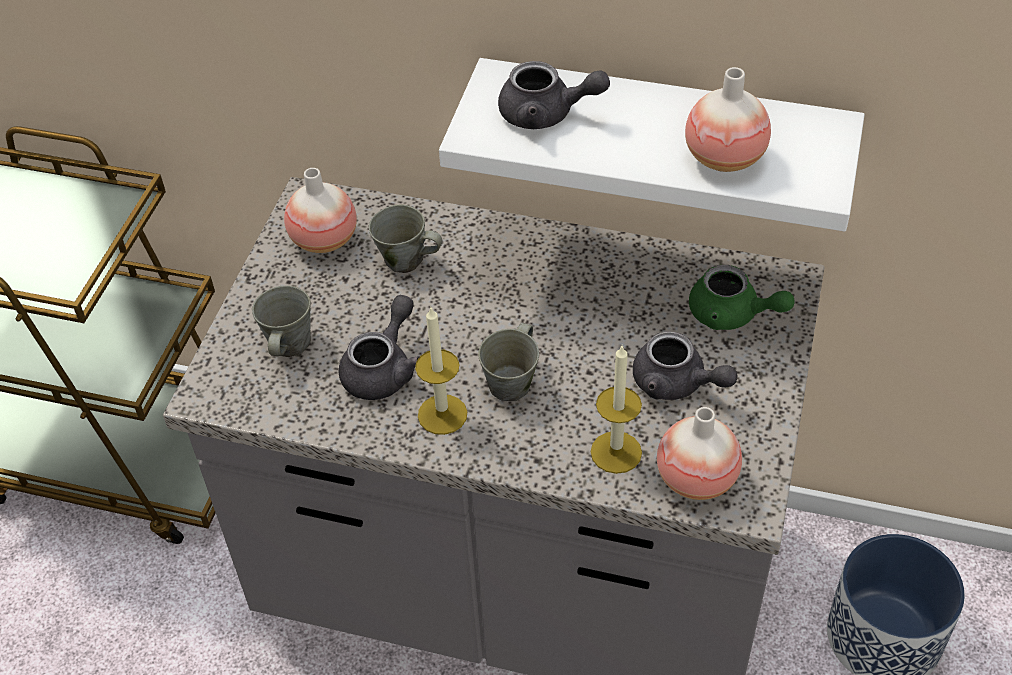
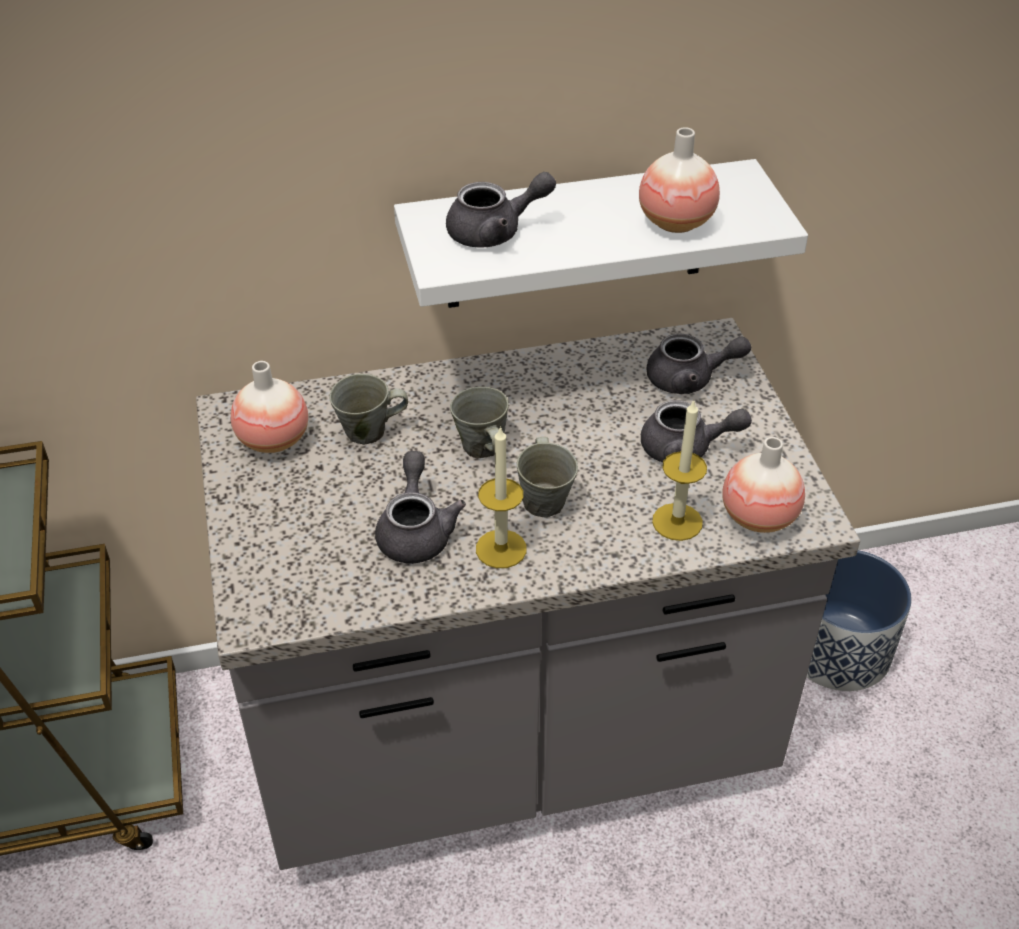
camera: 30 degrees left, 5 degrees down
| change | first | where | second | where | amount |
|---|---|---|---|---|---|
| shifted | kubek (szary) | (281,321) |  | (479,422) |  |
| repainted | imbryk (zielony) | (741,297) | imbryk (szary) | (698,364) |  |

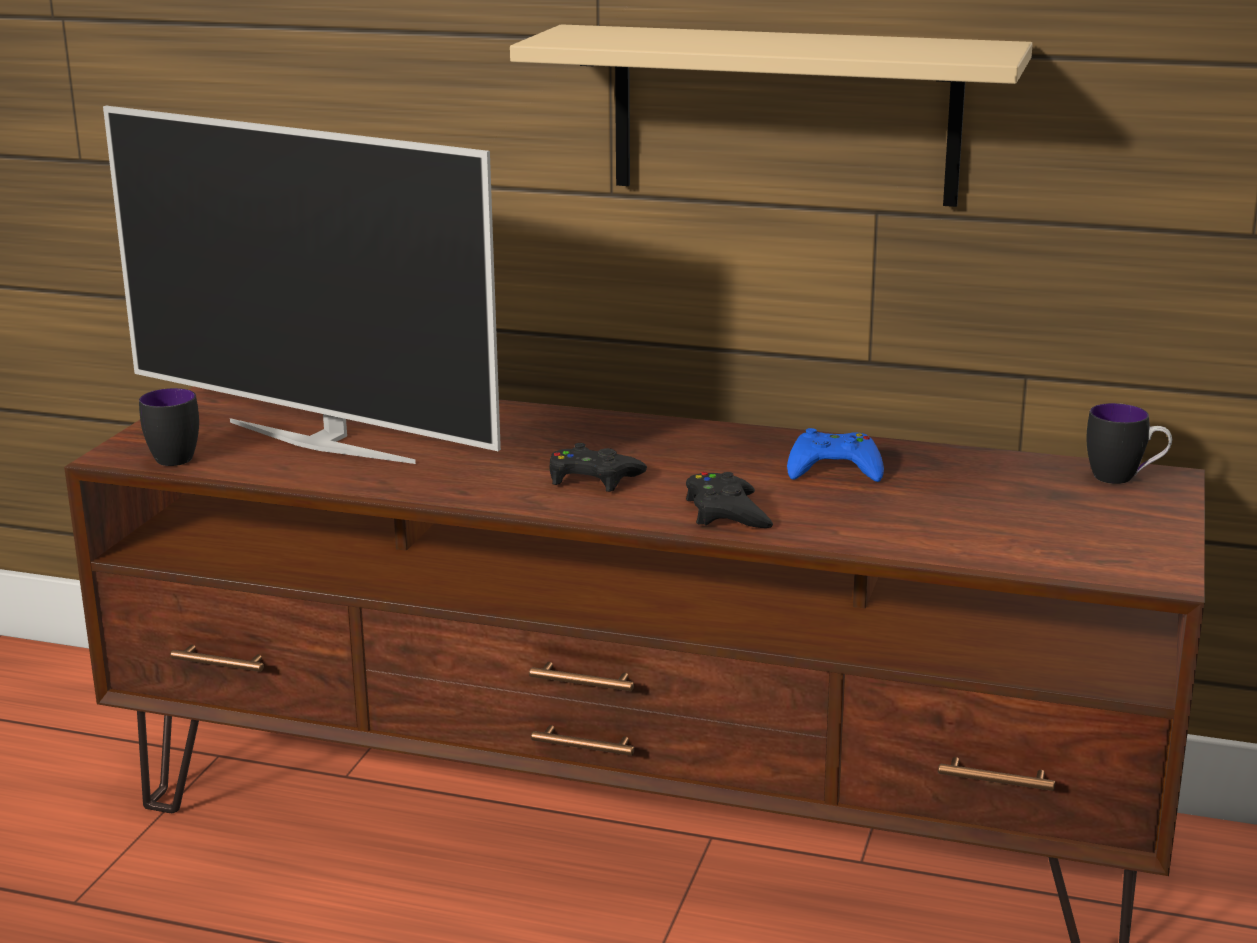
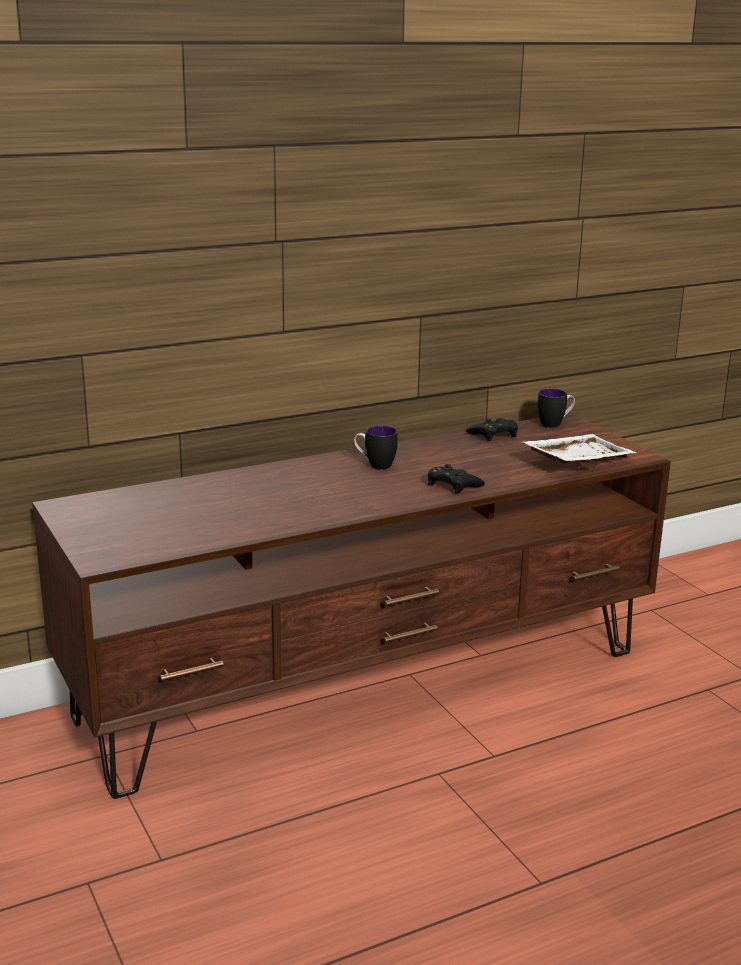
camera: 45 degrees left, 0 degrees up
| change | first | where | second | where | amount |
|---|---|---|---|---|---|
| gone | telewizor | (302,285) |  |  |  |
| gone | półka (beżowy) | (771,115) |  |  |  |
| gone | pad do gier (niebieski) | (835,455) |  |  |  |
| new |  |  | taca (biały) | (579,451) |  |
| shifted | kubek | (169,427) |  | (376,448) |  |
| shifted | pad do gier (czarny) | (598,467) |  | (492,429) |  |

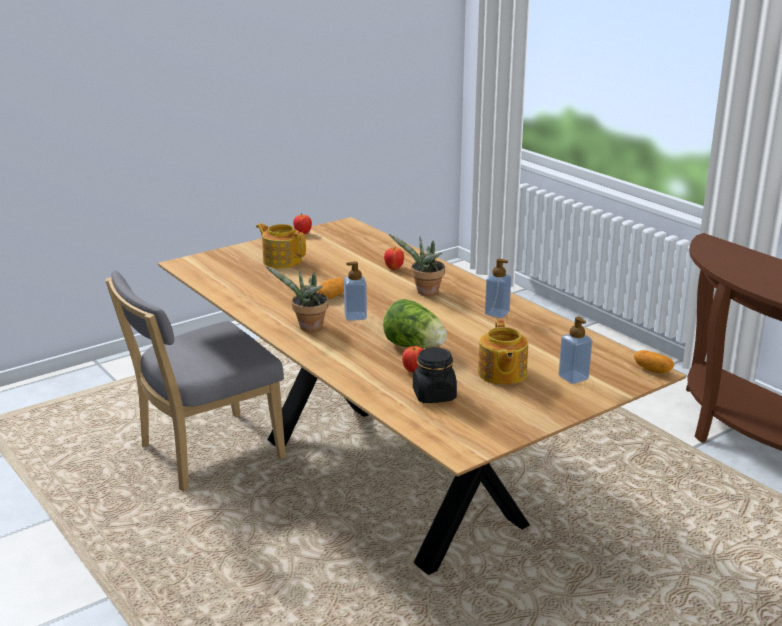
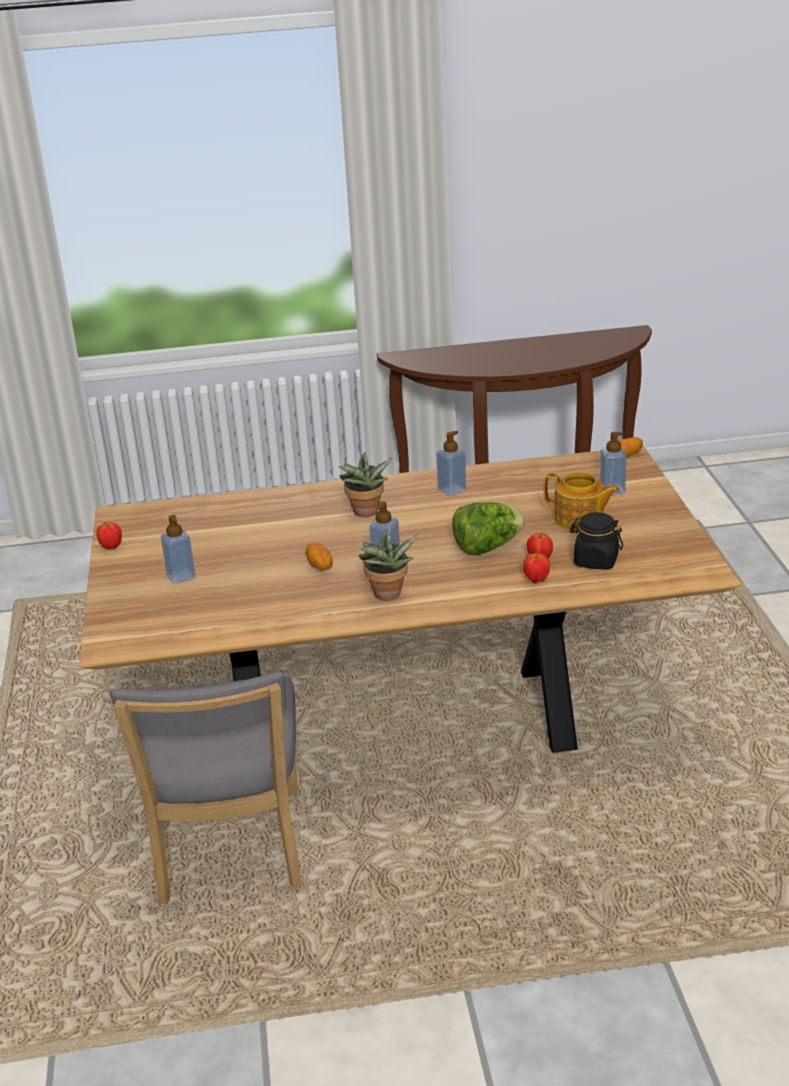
camera: 60 degrees left, 5 degrees up
| change | first | where | second | where | amount |
|---|---|---|---|---|---|
| shifted | jabłko | (394,258) |  | (536,567) |  |
| swapped | imbryk | (281,245) | dozownik mydła | (178,549) |  |

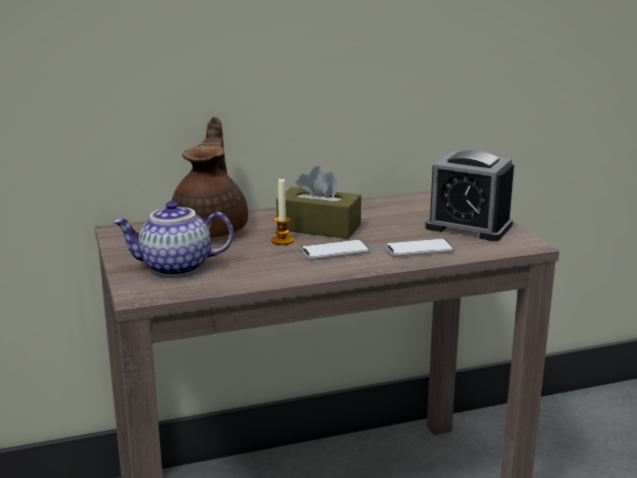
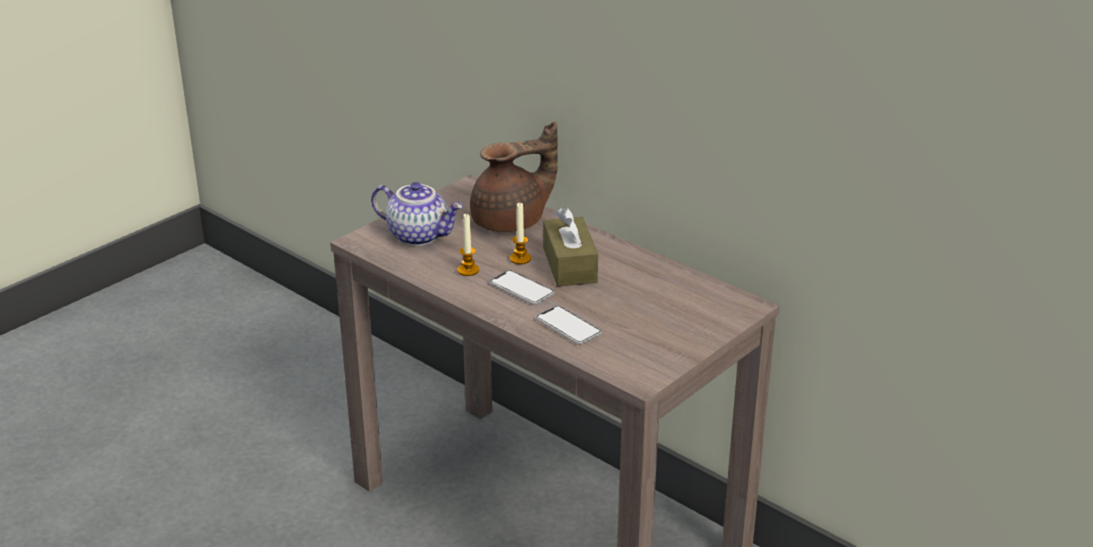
camera: 60 degrees right, 10 degrees up
| change | first | where | second | where | amount |
|---|---|---|---|---|---|
| gone | budzik | (469,195) |  |  |  |
| new |  |  | świeca | (468,244) |  |
| rotated | imbryk | (173,239) |  | (417,214) | 150 degrees clockwise |

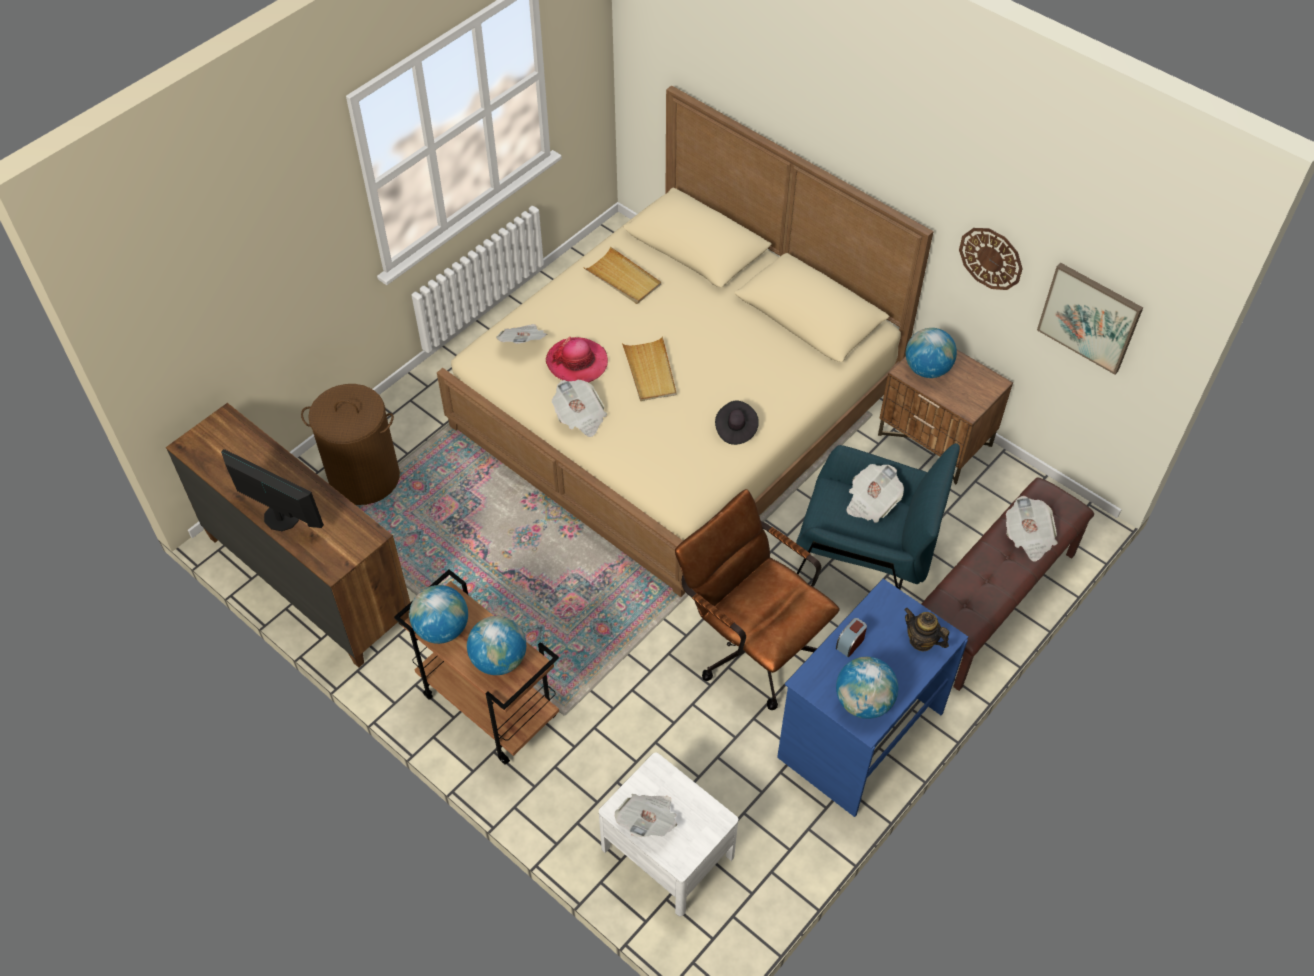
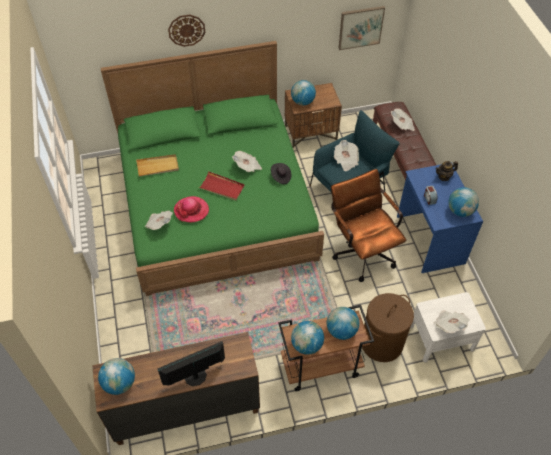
camera: 55 degrees left, 0 degrees up
| change | first | where | second | where | amount |
|---|---|---|---|---|---|
| new |  |  | globus | (116,376) |  |
| shifted | kosz na pranie (brązowy) | (350,444) |  | (388,327) |  |
| shifted | gazeta | (579,408) |  | (247,161) |  |
| shifted | zegar ścienny | (991,259) |  | (186,31) |  |
| repainted | łóżko (beżowy) | (685,341) | łóżko (zielony) | (212,168) |  |
| repainted | taca (beżowy) | (649,368) | taca (czerwony) | (221,186) |  |
| rotated | krzesło biurowe (brązowy) | (757,599) |  | (368,225) | 75 degrees clockwise |

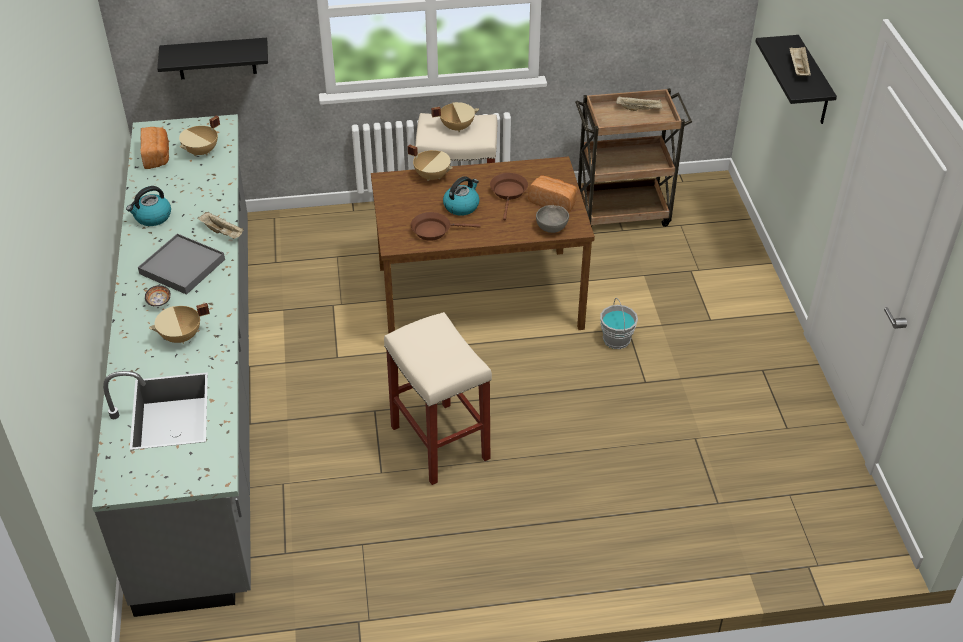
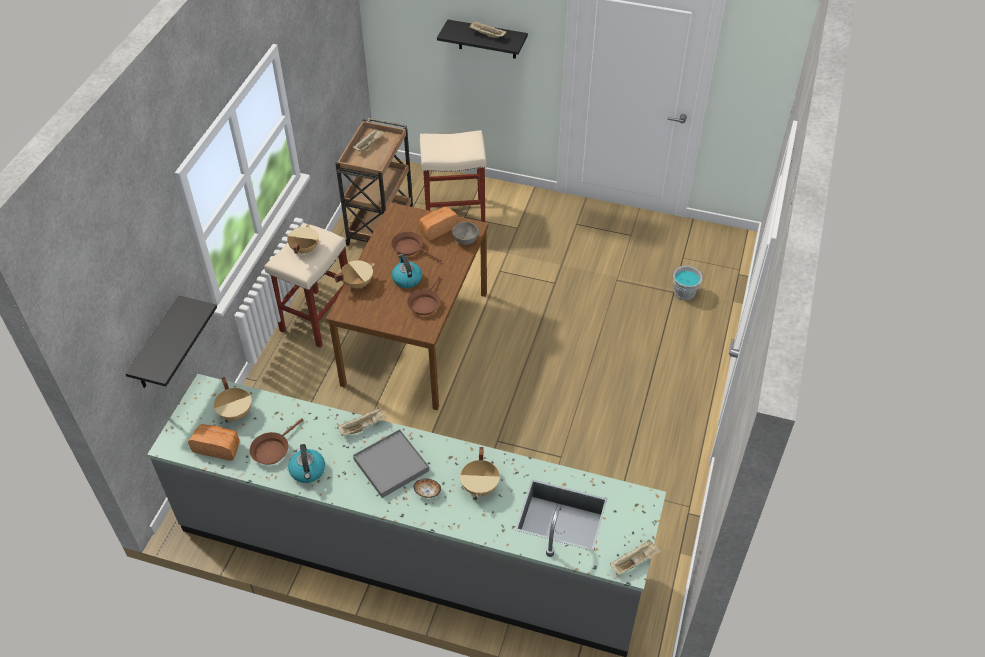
camera: 65 degrees left, 5 degrees up
| change | first | where | second | where | amount |
|---|---|---|---|---|---|
| new |  |  | patelnia (brązowy) | (277,441) |  |
| new |  |  | taca (beżowy) | (635,557) |  |
| shifted | stołek (beżowy) | (438,398) |  | (453,176) |  |
| shifted | wiadro (szary) | (619,323) |  | (688,282) |  |

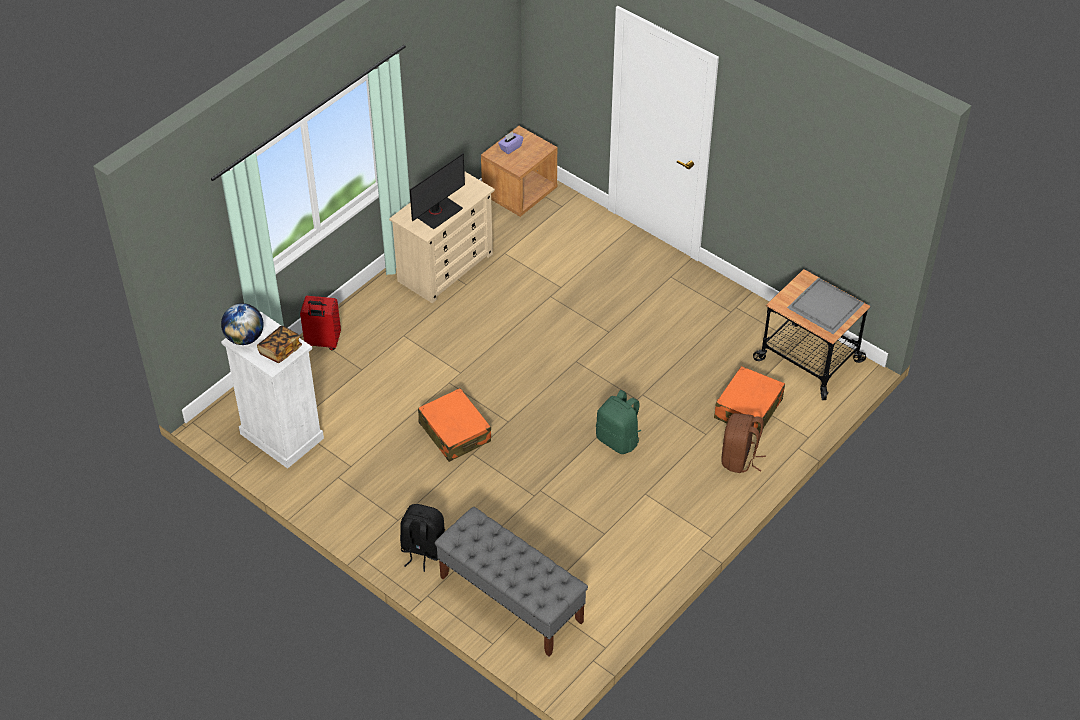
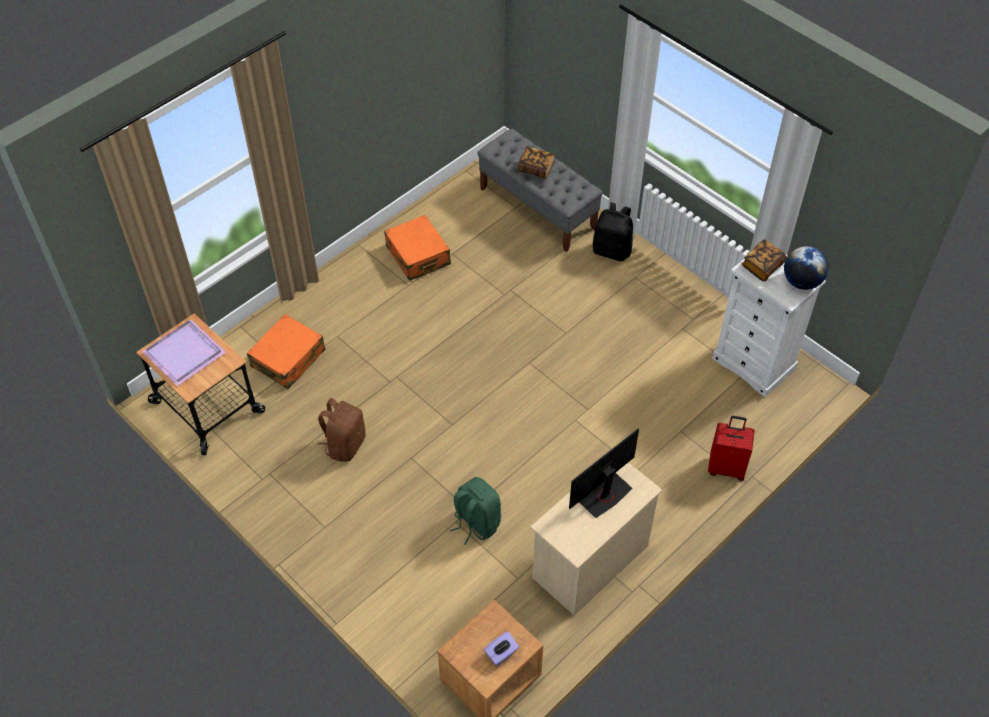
camera: 175 degrees left, 5 degrees up
| change | first | where | second | where | amount |
|---|---|---|---|---|---|
| new |  |  | książka | (536,162) |  |
| shifted | walizka (pomarańczowy) | (454,425) |  | (417,248) |  |
| shifted | plecak (zielony) | (618,422) |  | (475,511) |  |
| shifted | plecak (brązowy) | (743,443) |  | (342,430) |  |
| repainted | taca (szary) | (825,305) | taca (fioletowy) | (184,352) |  |

